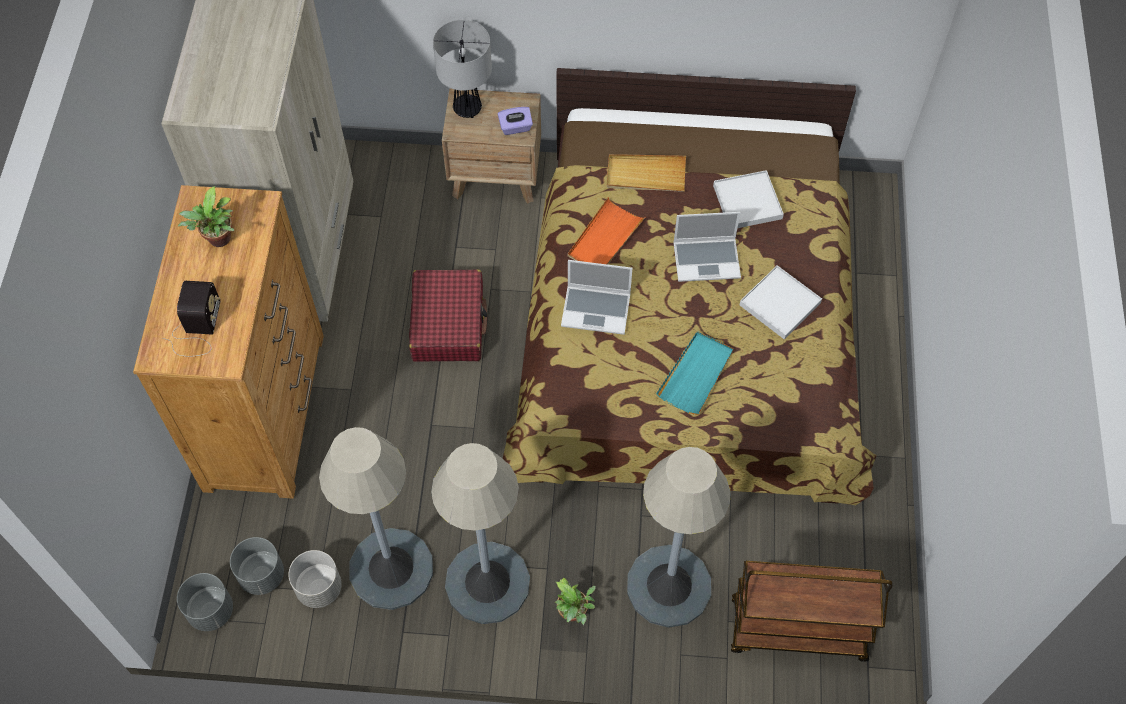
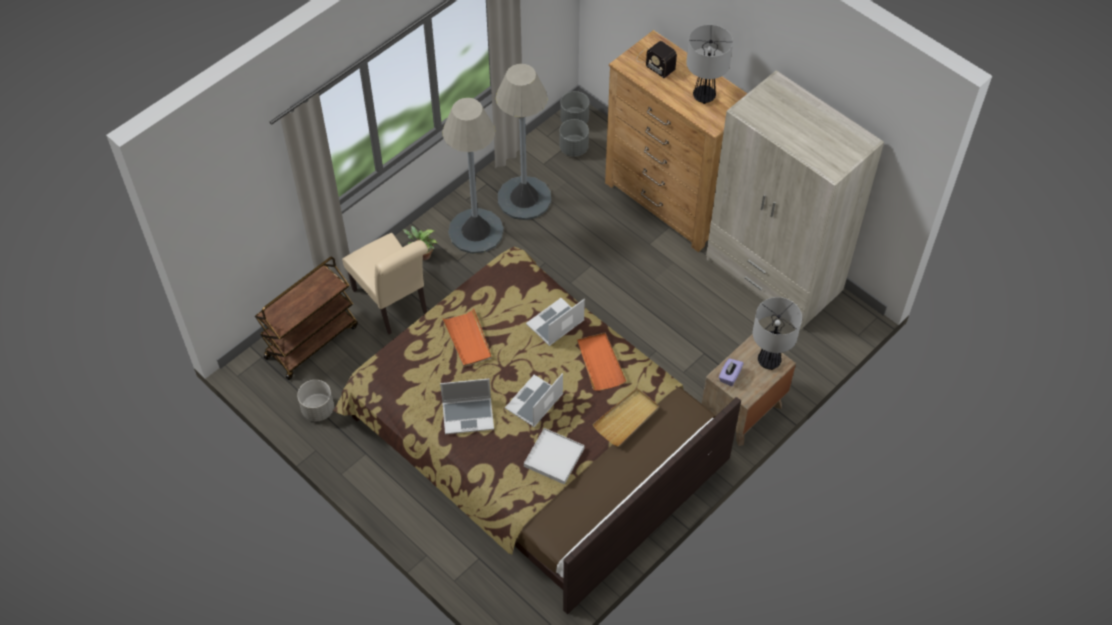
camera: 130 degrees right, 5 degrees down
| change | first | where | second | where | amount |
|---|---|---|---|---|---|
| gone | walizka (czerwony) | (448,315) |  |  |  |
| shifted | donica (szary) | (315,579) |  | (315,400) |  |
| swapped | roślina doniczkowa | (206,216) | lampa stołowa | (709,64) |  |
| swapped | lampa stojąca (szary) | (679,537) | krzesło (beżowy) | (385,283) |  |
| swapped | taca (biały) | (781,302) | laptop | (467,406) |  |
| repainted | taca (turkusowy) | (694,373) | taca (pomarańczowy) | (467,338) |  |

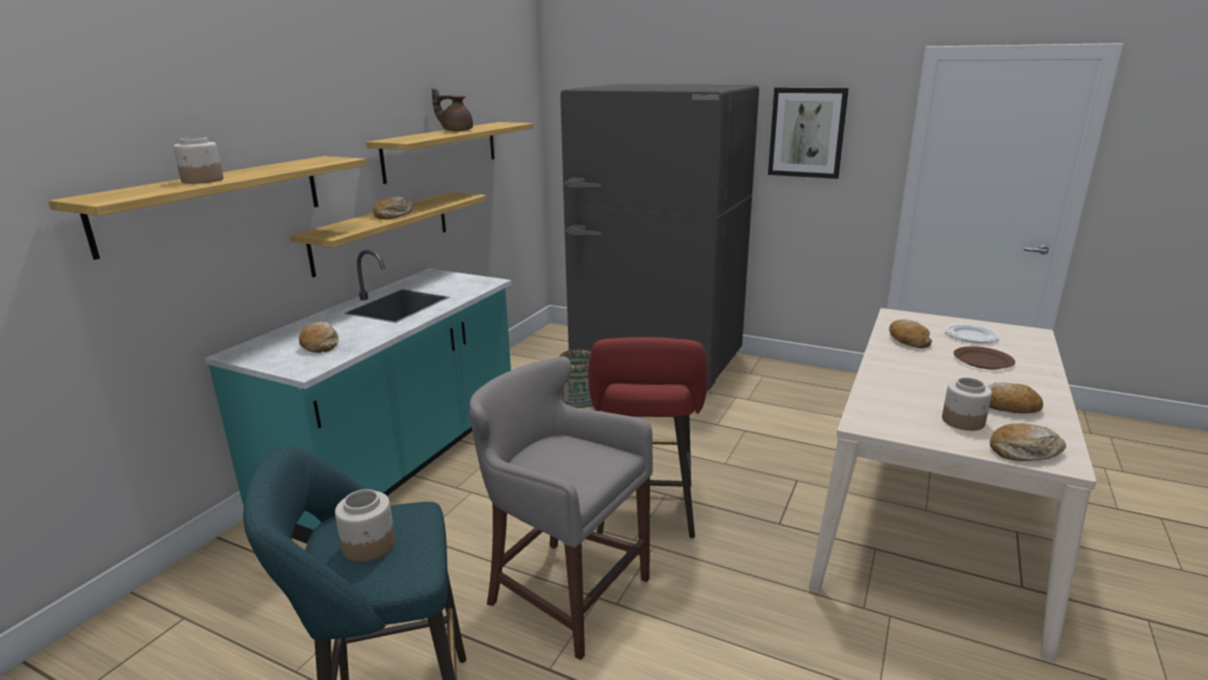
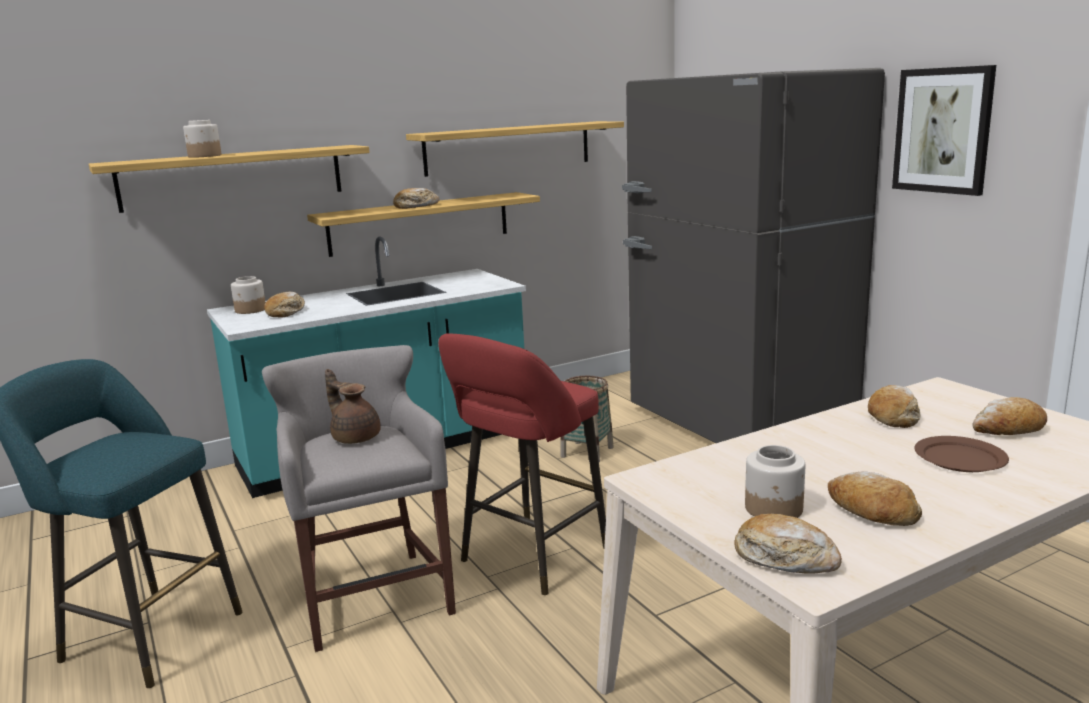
camera: 35 degrees right, 5 degrees down
| change | first | where | second | where | amount |
|---|---|---|---|---|---|
| shifted | słoik | (365,525) |  | (248,295) |  |
| shifted | imbryk (brązowy) | (452,109) |  | (353,406) |  |
| swapped | talerz | (972,333) | chleb | (1009,416) |  |

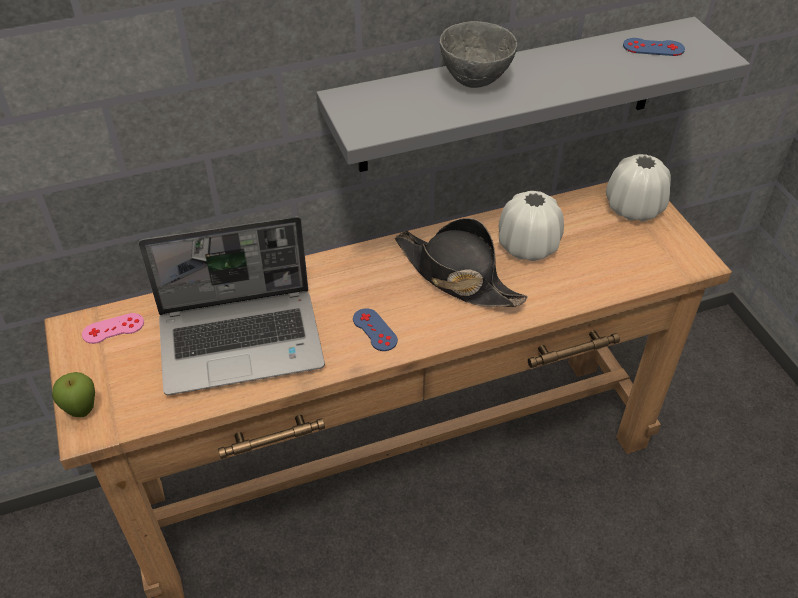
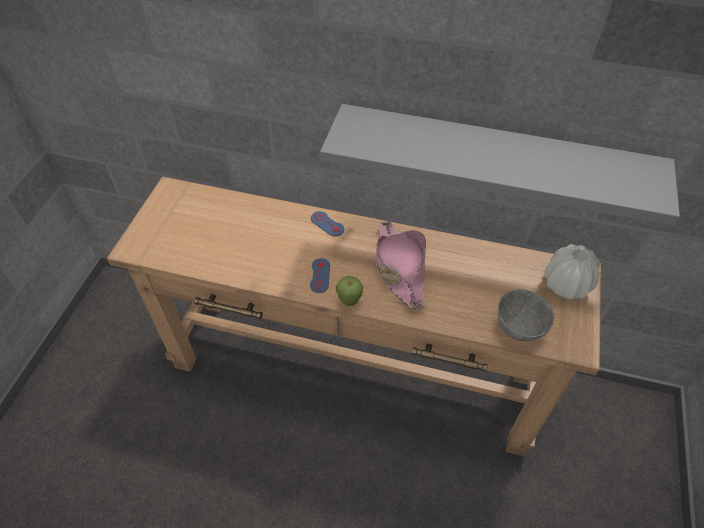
camera: 35 degrees right, 5 degrees up
| change | first | where | second | where | amount |
|---|---|---|---|---|---|
| gone | pad do gier (różowy) | (113,328) |  |  |  |
| gone | laptop | (232,306) |  |  |  |
| gone | wazon (biały) | (531,226) |  |  |  |
| shifted | jabłko | (73,394) |  | (349,291) |  |
| shifted | miska (szary) | (478,54) |  | (526,315) |  |
| shifted | pad do gier (niebieski) | (654,47) |  | (327,223) |  |
| repainted | kapelusz (czarny) | (461,262) | kapelusz (różowy) | (401,265) |  |

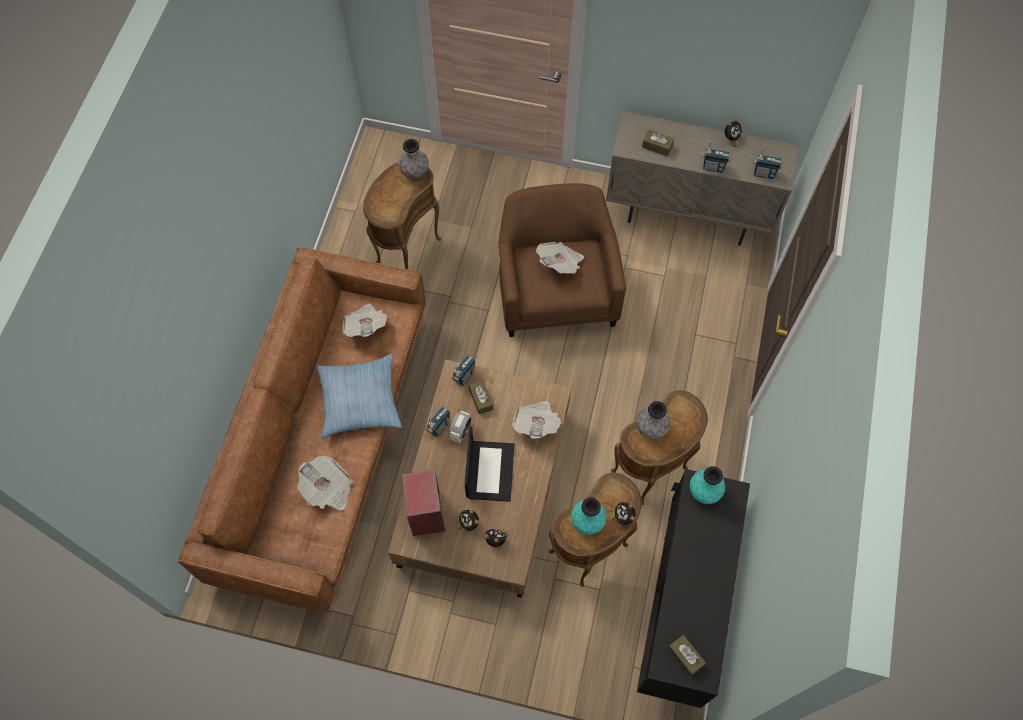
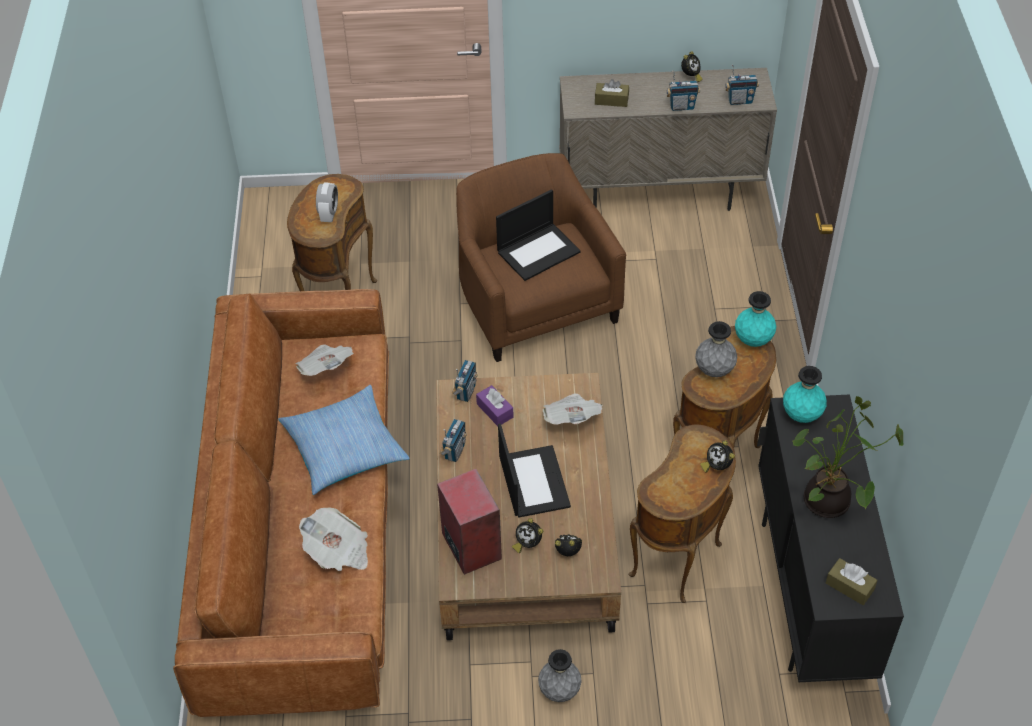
camera: 15 degrees left, 15 degrees down
| change | first | where | second | where | amount |
|---|---|---|---|---|---|
| new |  |  | roślina doniczkowa | (848,457) |  |
| shifted | wazon (szary) | (413,159) |  | (560,675) |  |
| shifted | budzik | (460,427) |  | (327,202) |  |
| shifted | wazon (turkusowy) | (589,516) |  | (755,319) |  |
| swapped | gazeta | (560,258) | laptop | (538,235) |  |
| repainted | pudełko chusteczek (brązowy) | (481,397) | pudełko chusteczek (fioletowy) | (495,405) |  |

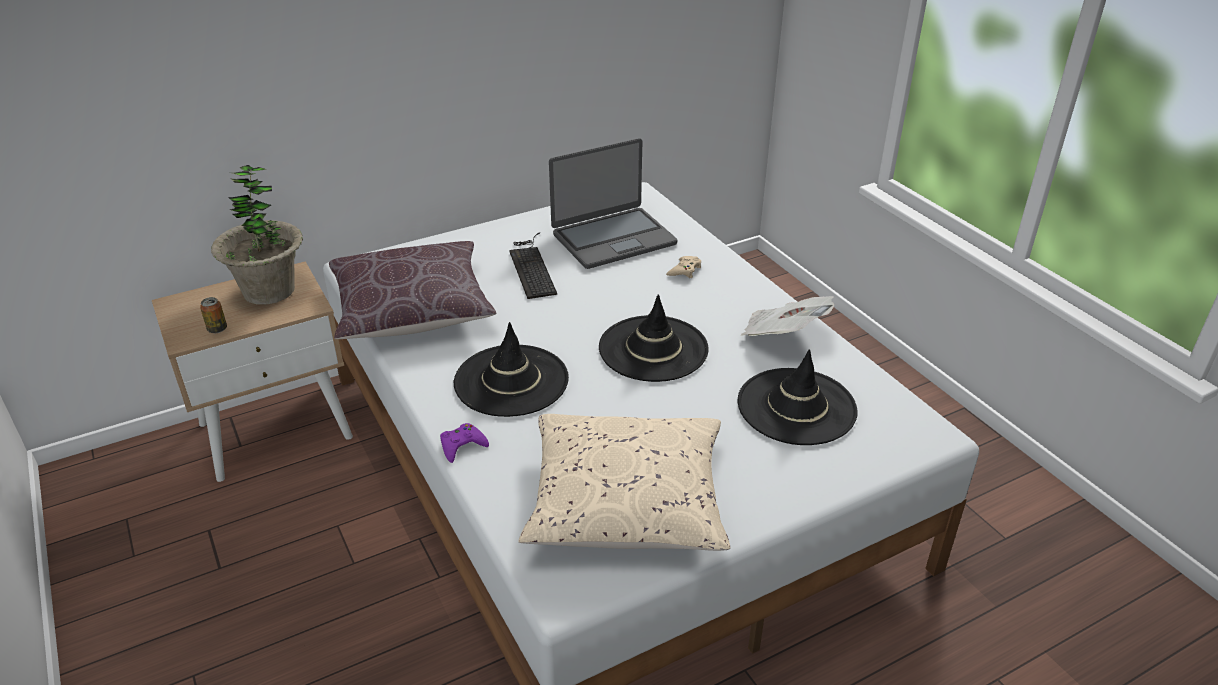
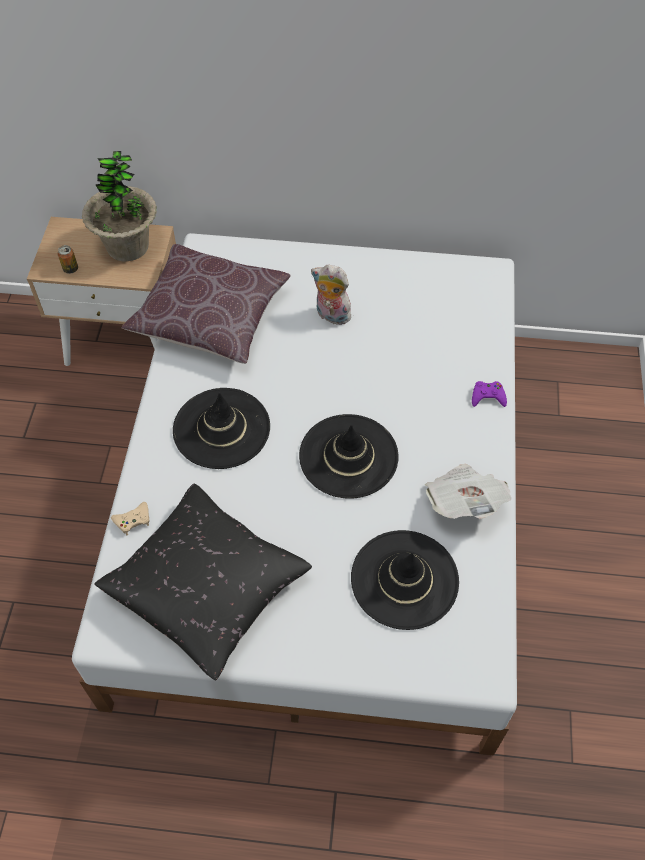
camera: 35 degrees right, 20 degrees up
| change | first | where | second | where | amount |
|---|---|---|---|---|---|
| gone | laptop | (613,203) |  |  |  |
| shifted | pad do gier (fioletowy) | (464,443) |  | (489,394) |  |
| shifted | pad do gier (beżowy) | (683,267) |  | (130,518) |  |
| swapped | klawiatura | (533,265) | pluszak | (331,295) |  |
| repainted | poduszka (beżowy) | (624,482) | poduszka (czarny) | (203,582) |  |

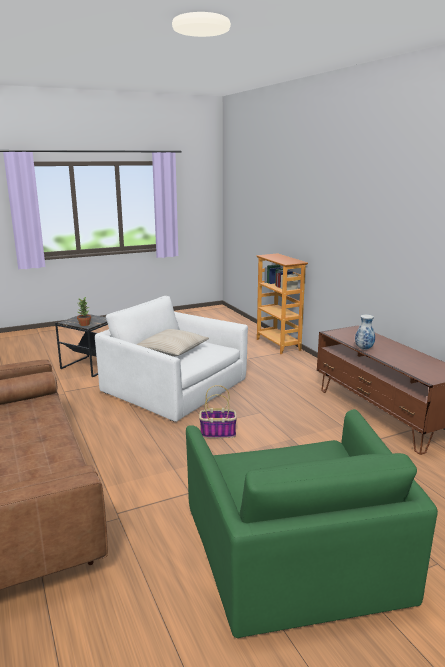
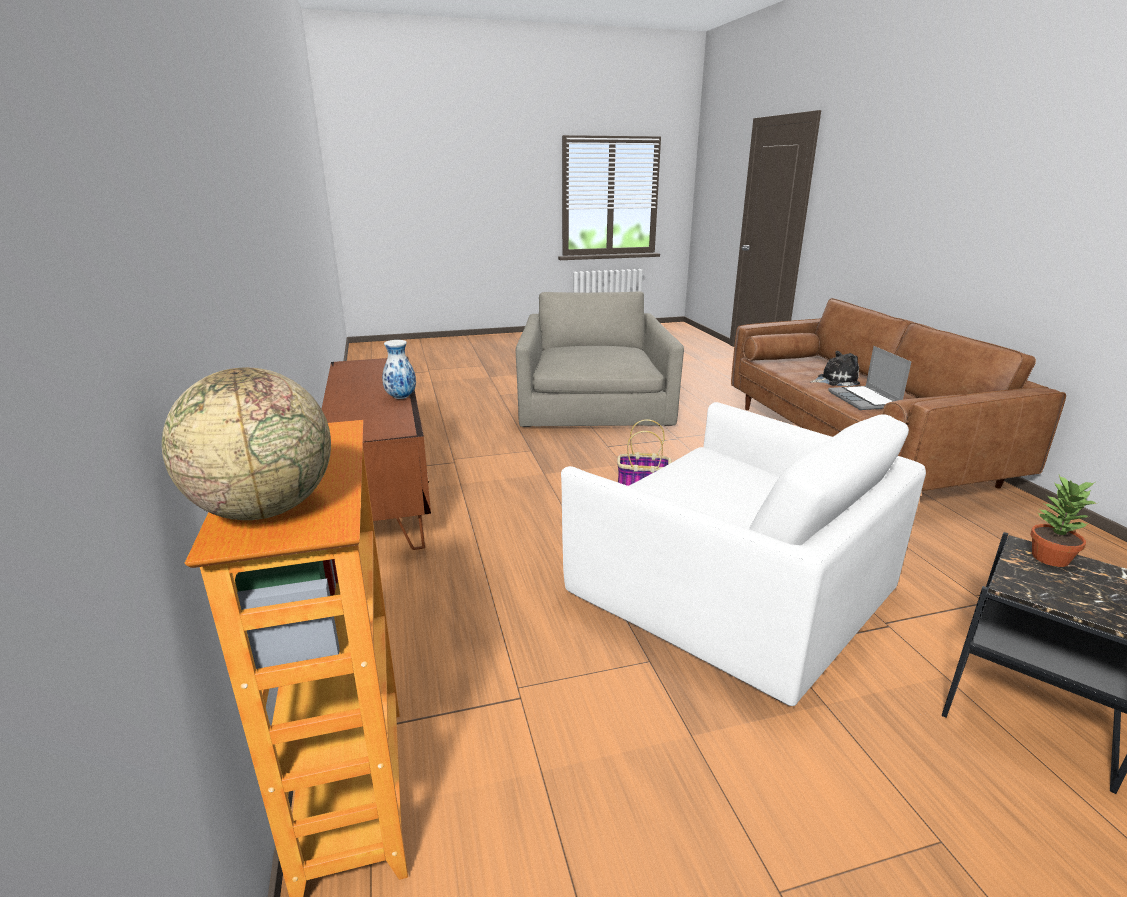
camera: 170 degrees left, 5 degrees up
| change | first | where | second | where | amount |
|---|---|---|---|---|---|
| gone | poduszka (beżowy) | (172,342) |  |  |  |
| new |  |  | globus | (246,444) |  |
| new |  |  | pluszak | (835,368) |  |
| new |  |  | laptop | (869,378) |  |
| repainted | fotel (zielony) | (312,523) | fotel (szary) | (599,359) |  |

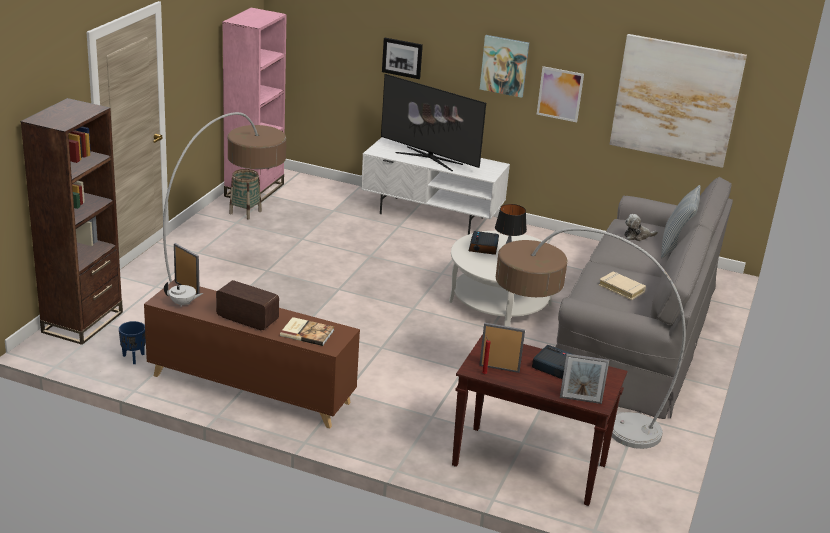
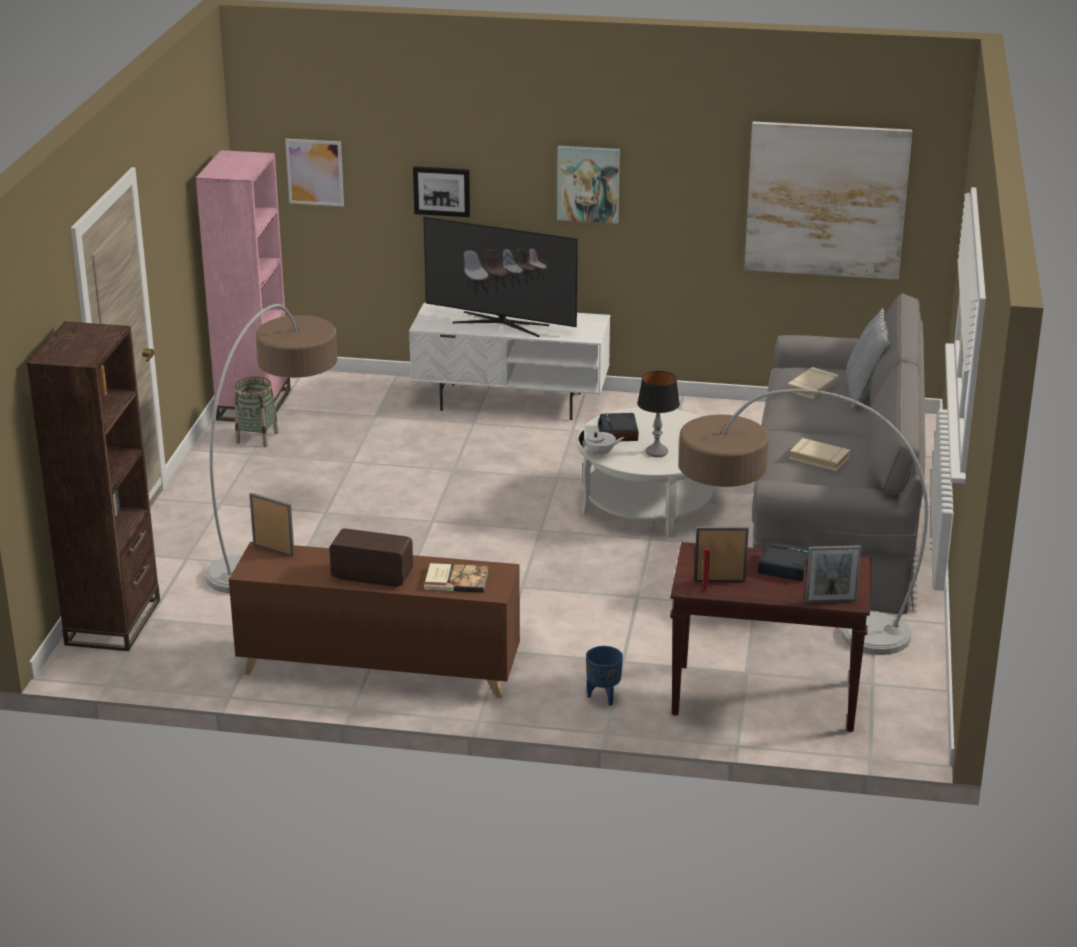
camera: 10 degrees left, 0 degrees up
| change | first | where | second | where | amount |
|---|---|---|---|---|---|
| shifted | donica (niebieski) | (132,342) |  | (604,676) |  |
| shifted | imbryk (biały) | (183,294) |  | (602,443) |  |
| shifted | obraz | (560,94) |  | (314,172) |  |
| swapped | pluszak | (641,227) | książka (beżowy) | (813,383) |  |

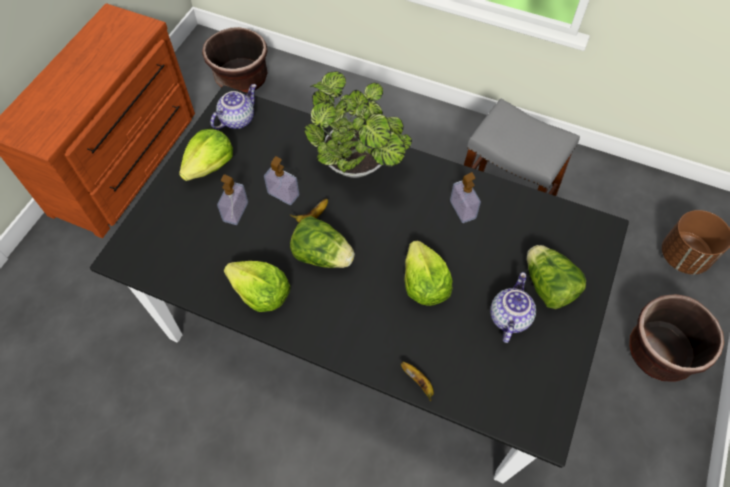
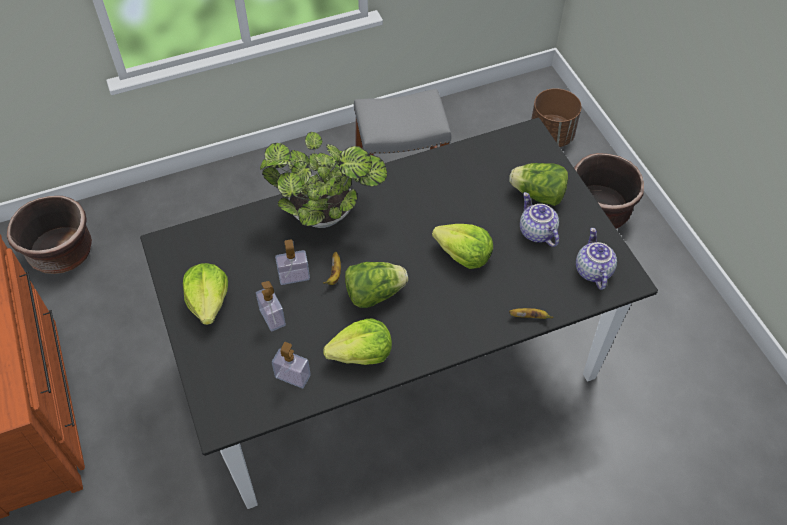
camera: 45 degrees left, 5 degrees down
| change | first | where | second | where | amount |
|---|---|---|---|---|---|
| shifted | imbryk | (233,106) |  | (596,259) |  |
| shifted | dozownik mydła | (465,197) |  | (291,365) |  |

